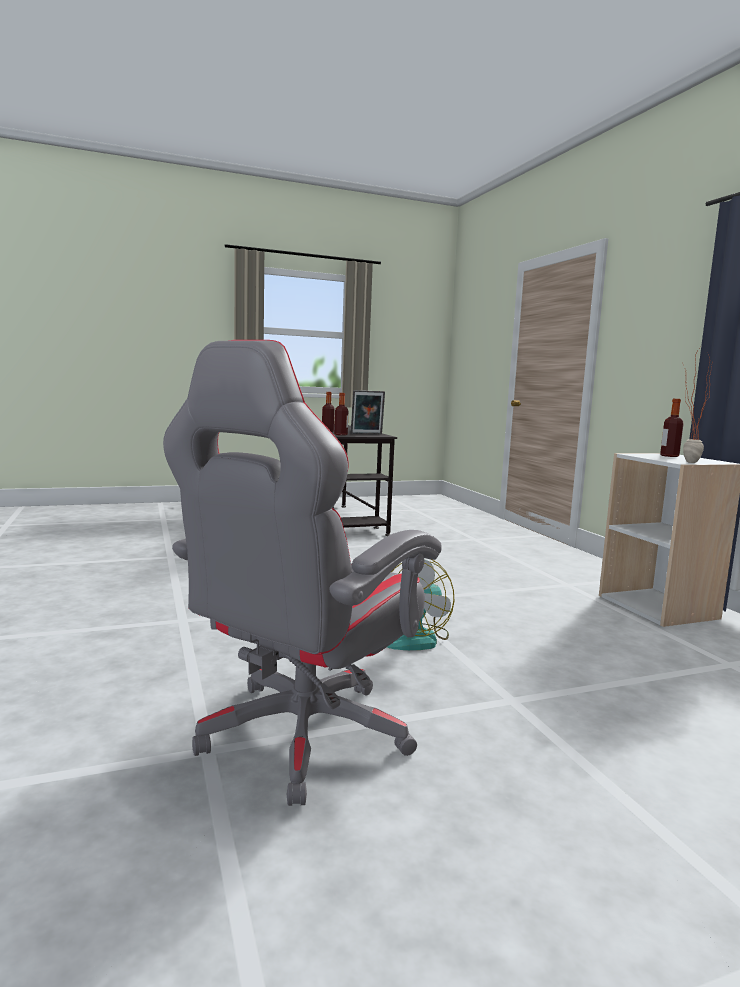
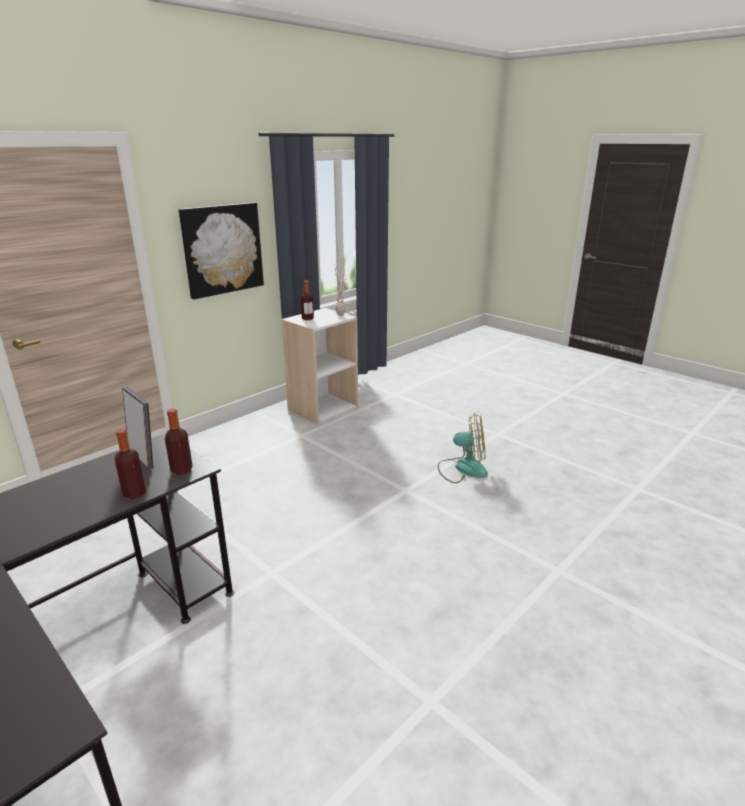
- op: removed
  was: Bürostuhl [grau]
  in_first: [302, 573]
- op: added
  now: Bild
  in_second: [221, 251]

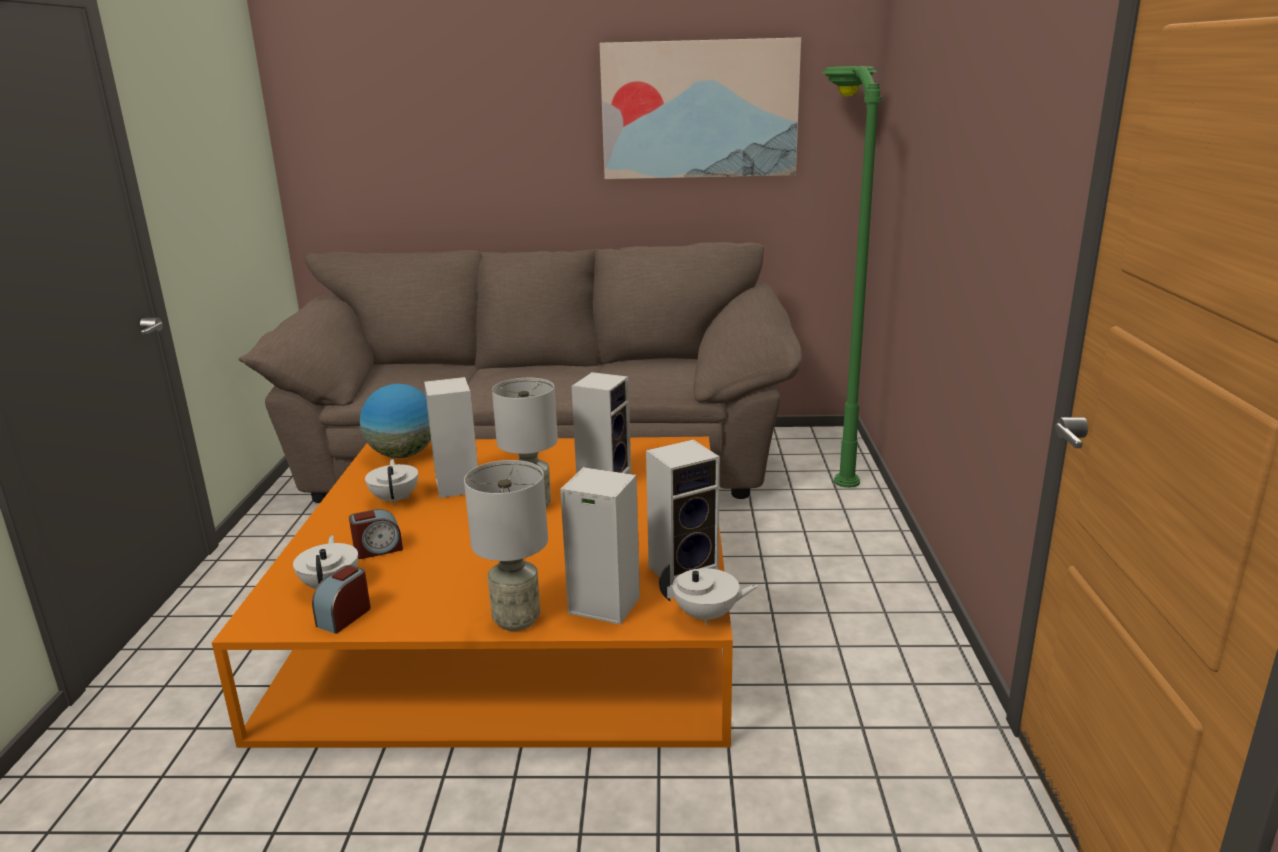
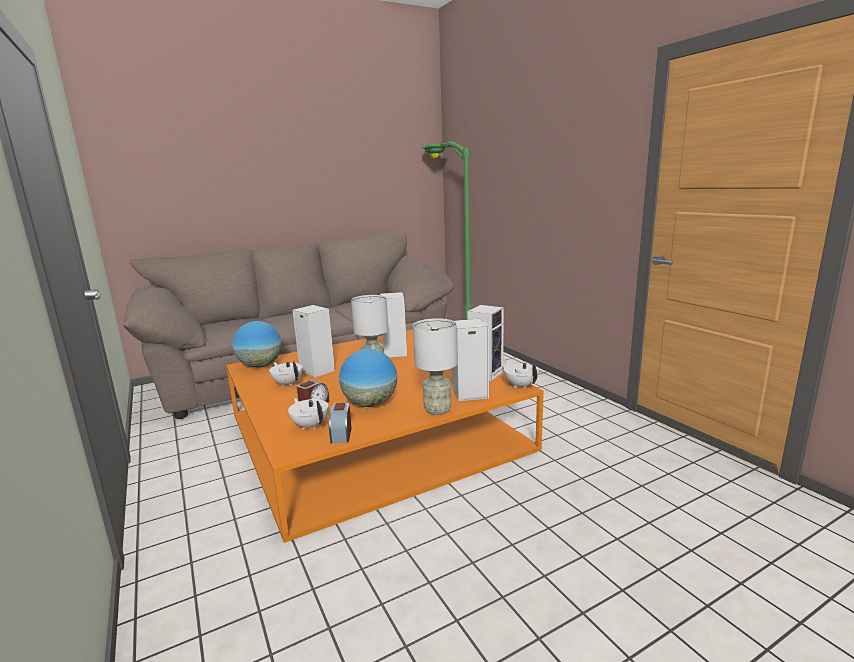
- op: removed
  was: Bild
  in_first: [700, 108]
- op: turned
  was: Teekanne [weiß]
  in_first: [709, 595]
  in_second: [521, 375]
  clockwise: -90
- op: added
  now: Globus
  in_second: [368, 378]

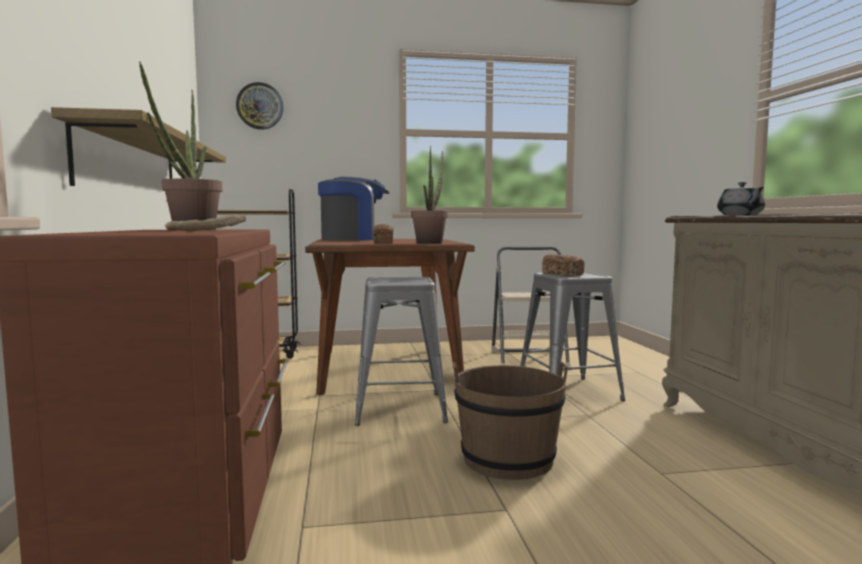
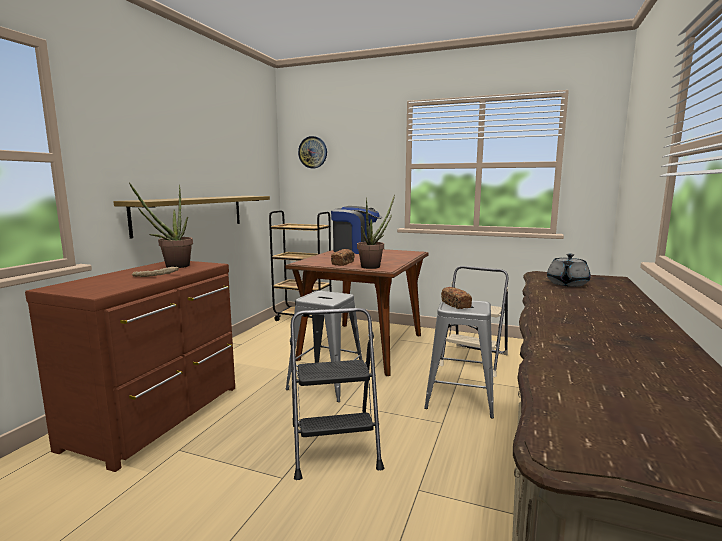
- op: replaced
  was: Eimer [braun]
  now: Trittleiter [schwarz]
  in_first: [510, 421]
  in_second: [337, 394]

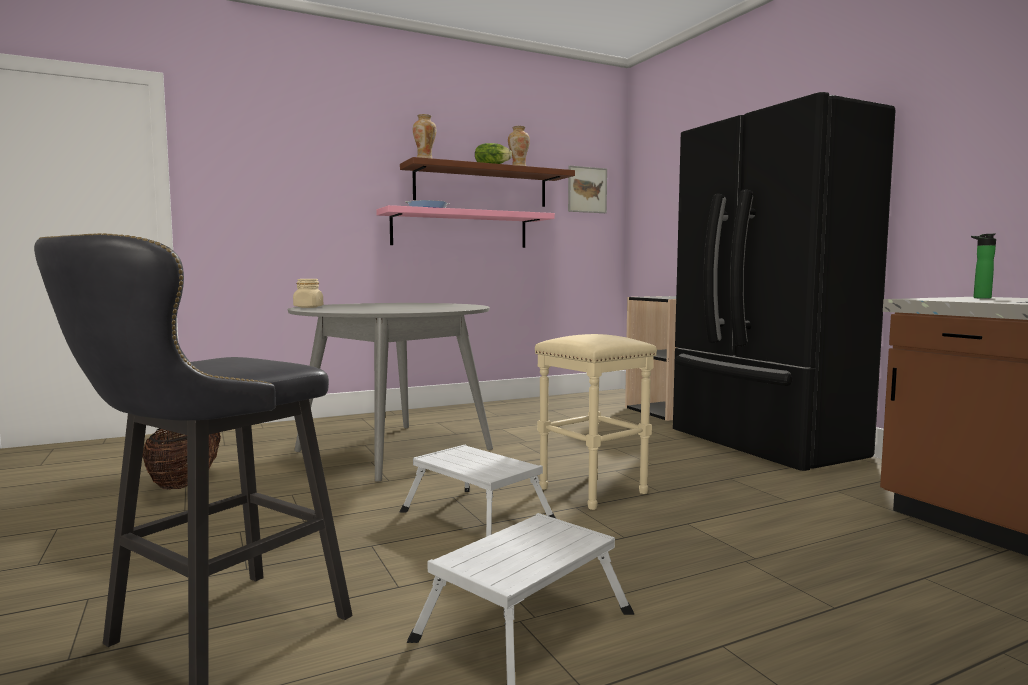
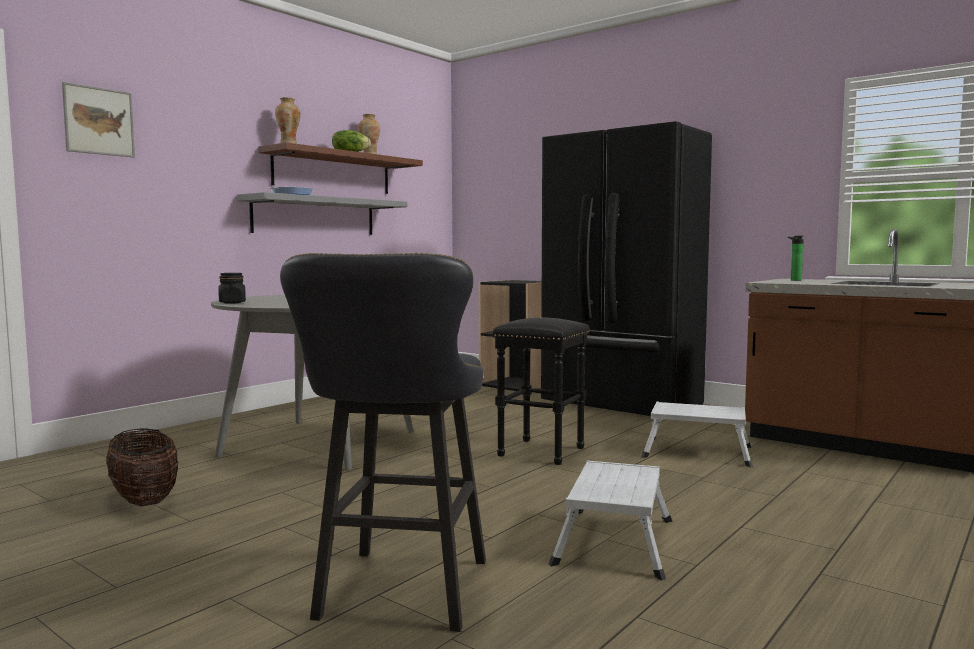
- op: moved
  was: Bild
  in_first: [587, 189]
  in_second: [98, 119]
- op: recoloured
  was: Wandregal [rosa]
  now: Wandregal [grau]
  in_first: [465, 226]
  in_second: [322, 213]
- op: recoloured
  was: Vorratsglas [beige]
  now: Vorratsglas [schwarz]
  in_first: [308, 293]
  in_second: [232, 288]
- op: recoloured
  was: Hocker [beige]
  now: Hocker [schwarz]
  in_first: [596, 422]
  in_second: [541, 391]
- op: moved
  was: Trittleiter [weiß]
  in_first: [478, 491]
  in_second: [697, 434]

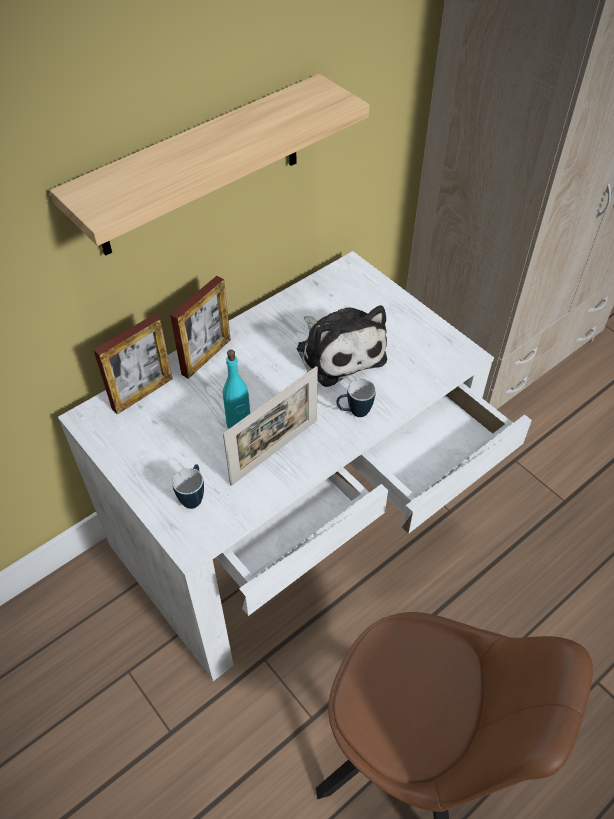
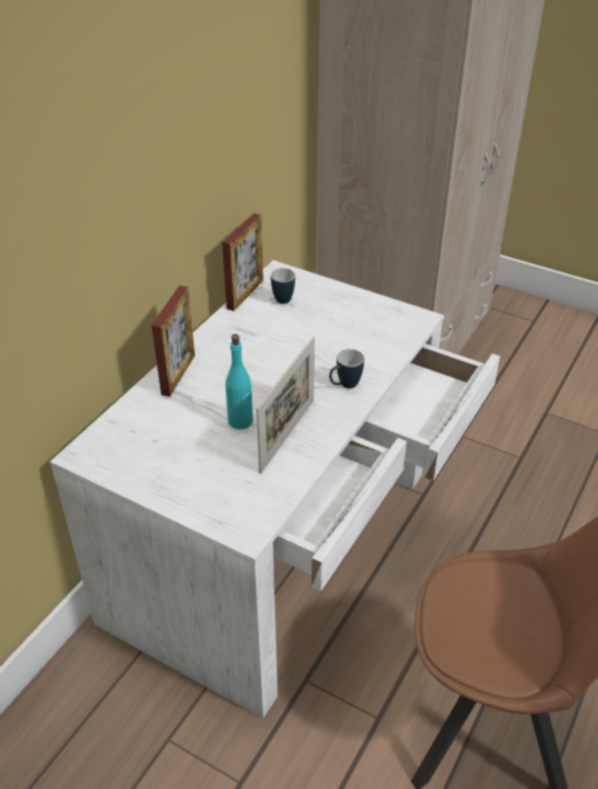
- op: removed
  was: Wandregal
  in_first: [209, 165]
- op: removed
  was: Plüschtier
  in_first: [342, 346]
- op: moved
  was: Bilderrahmen
  in_first: [133, 364]
  in_second: [242, 262]
- op: moved
  was: Henkelbecher
  in_first: [188, 486]
  in_second: [283, 286]

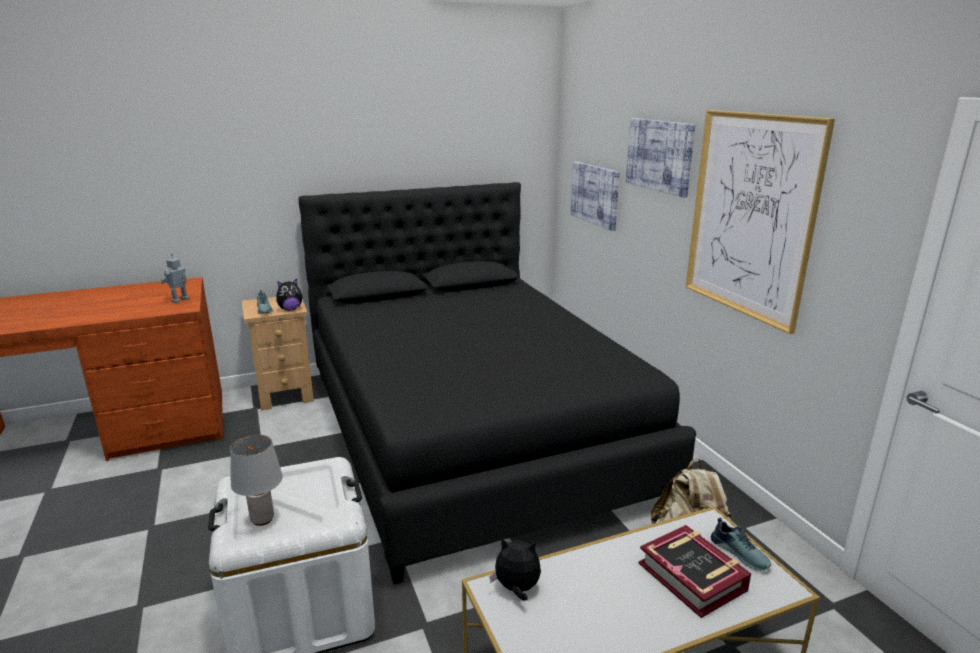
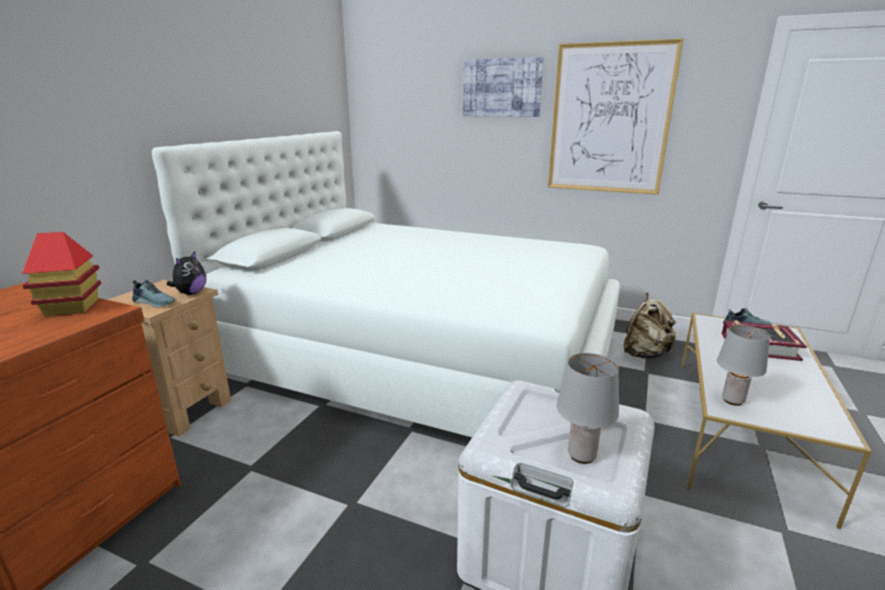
- op: removed
  was: Bild
  in_first: [595, 196]
- op: recoloured
  was: Bett [schwarz]
  now: Bett [weiß]
  in_first: [497, 383]
  in_second: [386, 284]
- op: replaced
  was: Spielzeugroboter
  now: Spielzeughaus
  in_first: [175, 278]
  in_second: [61, 274]
- op: replaced
  was: Plüschtier
  now: Tischlampe [grau]
  in_first: [515, 569]
  in_second: [743, 365]

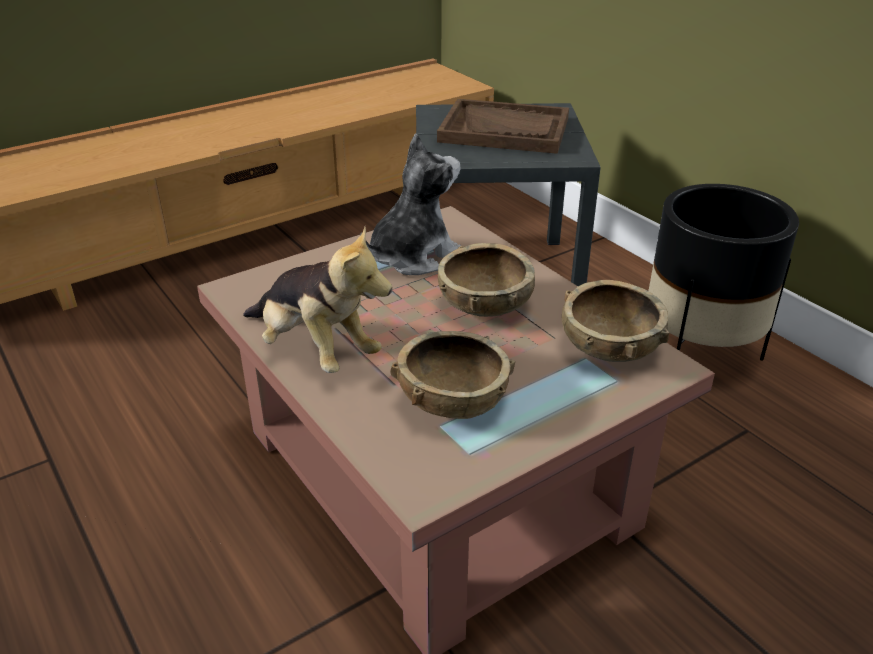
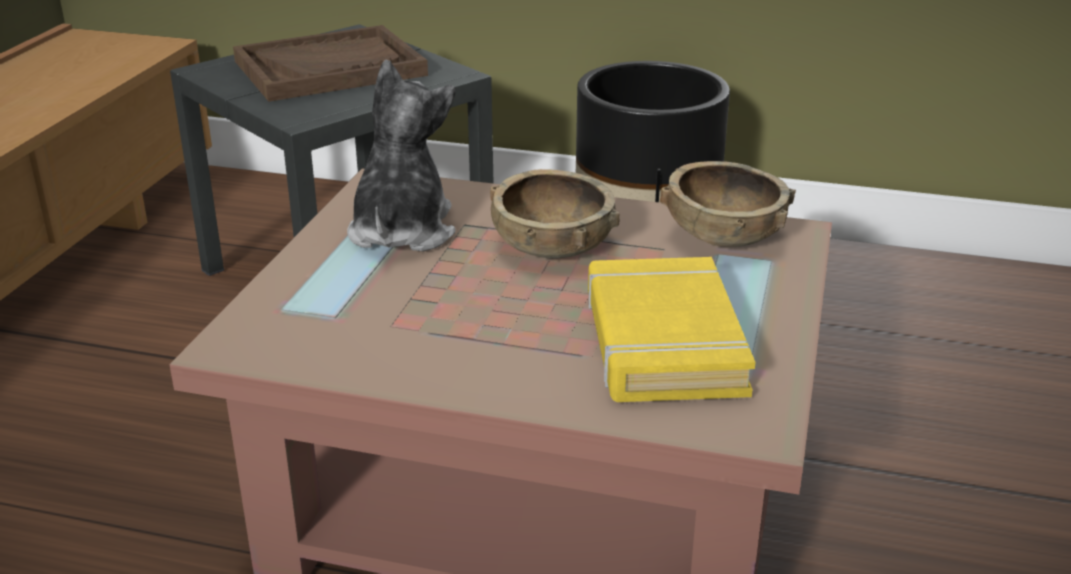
- op: removed
  was: Plüschtier
  in_first: [317, 299]
- op: replaced
  was: Schüssel [braun]
  now: Buch [gelb]
  in_first: [452, 375]
  in_second: [672, 329]

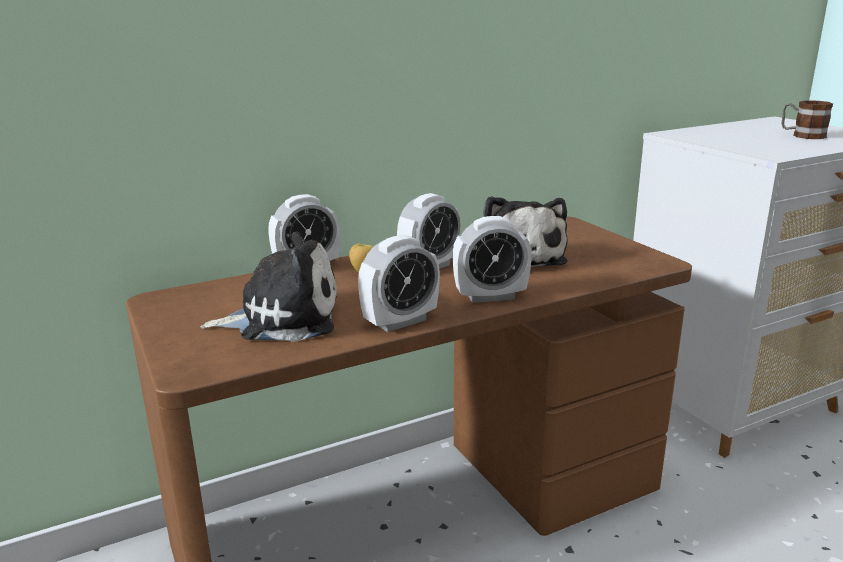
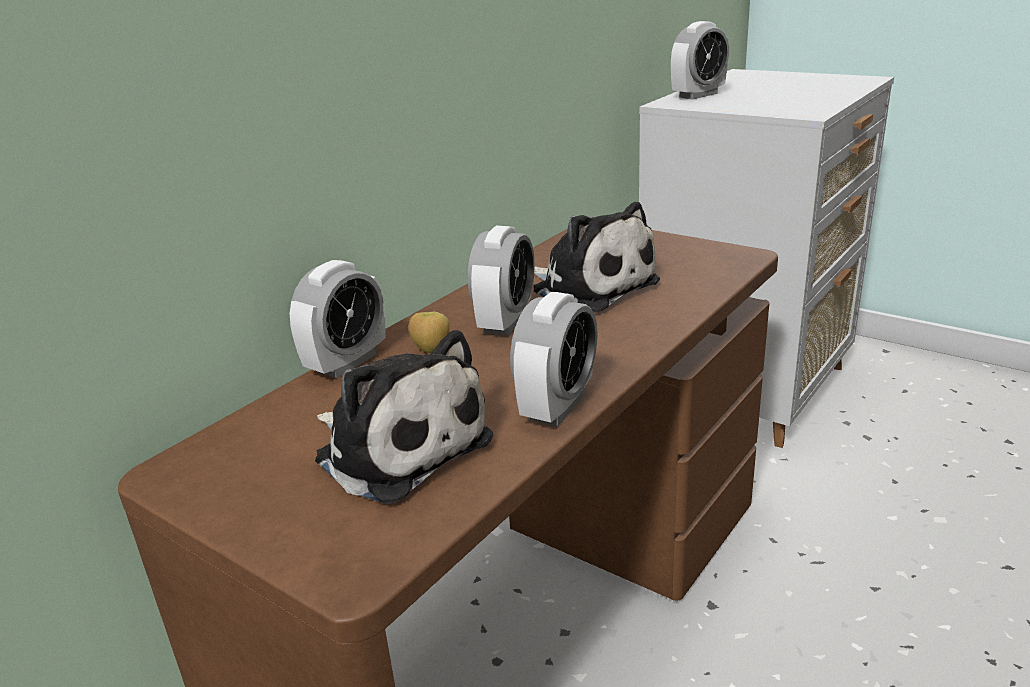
- op: removed
  was: Henkelbecher
  in_first: [807, 119]
- op: moved
  was: Wecker
  in_first: [492, 259]
  in_second: [700, 60]
- op: turned
  was: Plüschtier
  in_first: [268, 286]
  in_second: [404, 417]
  clockwise: 75

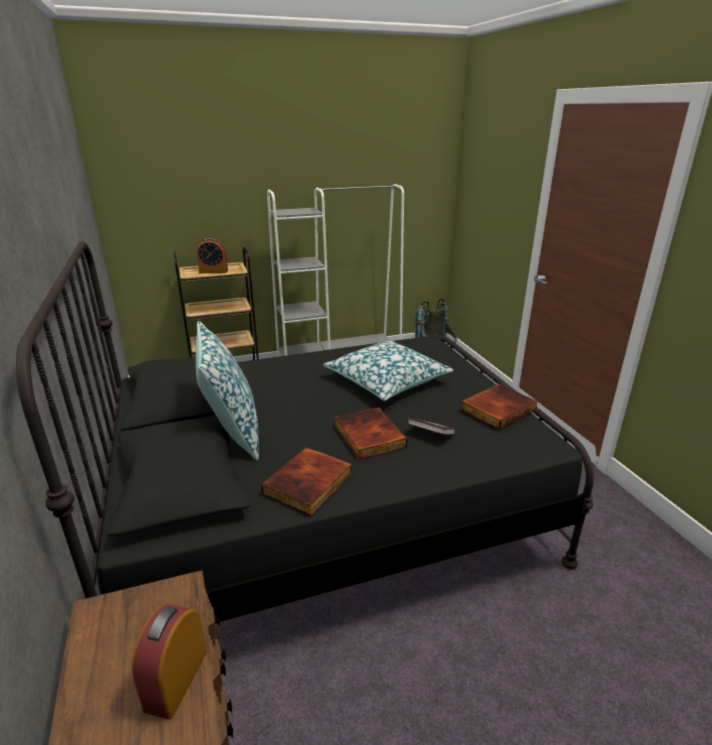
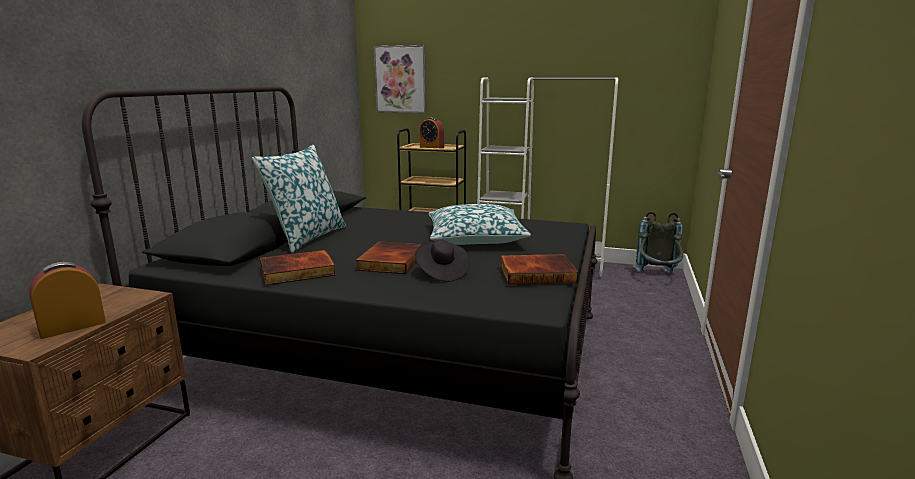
- op: replaced
  was: Buch
  now: Hut [schwarz]
  in_first: [431, 427]
  in_second: [442, 261]
- op: added
  now: Bild
  in_second: [400, 79]

